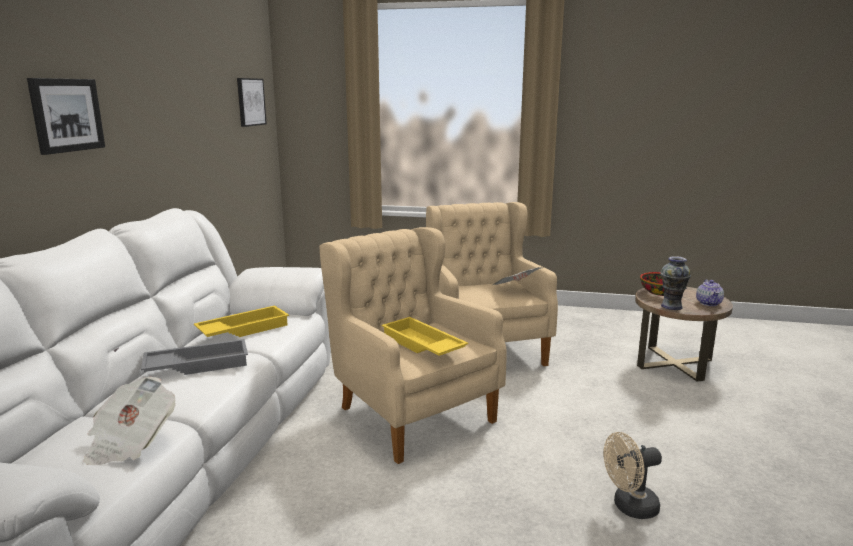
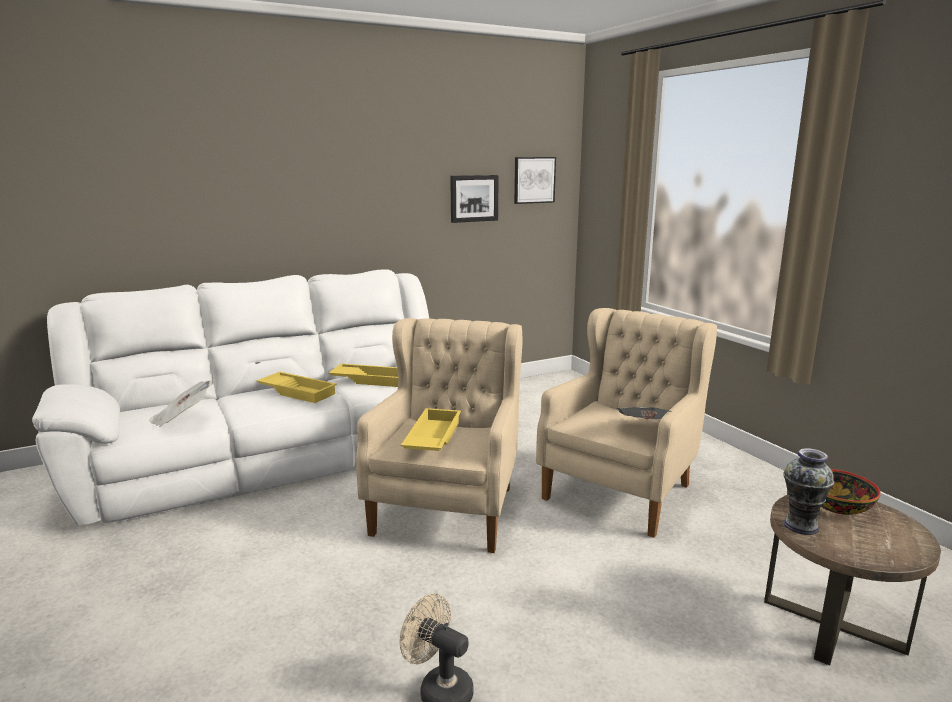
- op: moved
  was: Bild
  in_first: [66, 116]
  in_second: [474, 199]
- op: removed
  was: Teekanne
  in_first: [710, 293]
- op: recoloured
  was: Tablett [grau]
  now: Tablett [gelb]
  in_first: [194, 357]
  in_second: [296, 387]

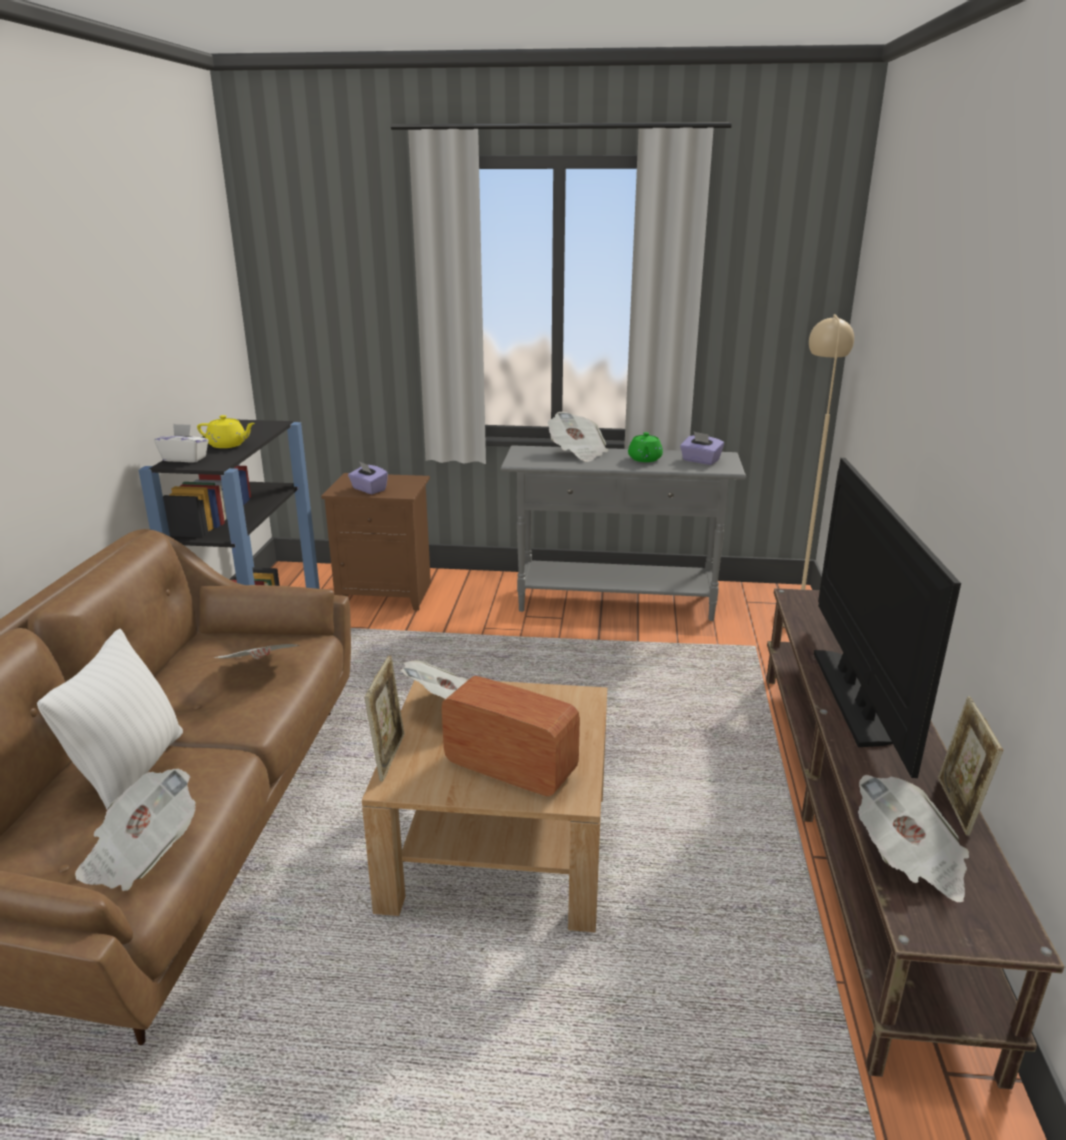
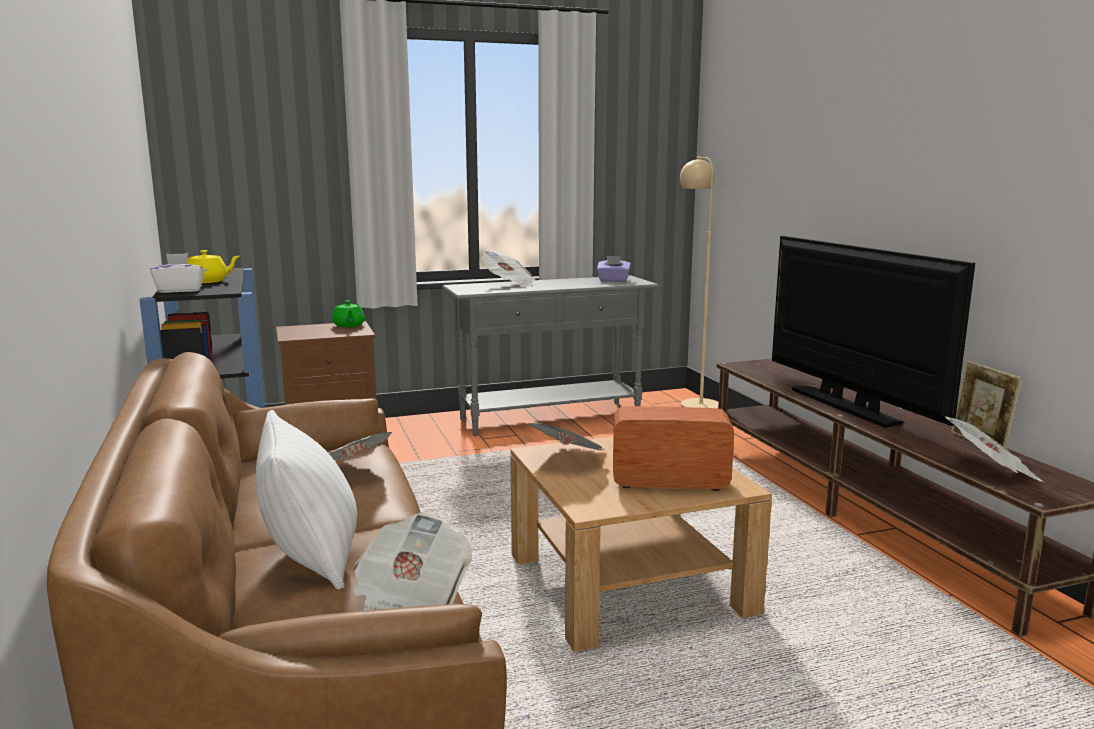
- op: moved
  was: Teekanne [grün]
  in_first: [645, 447]
  in_second: [348, 313]
- op: removed
  was: Taschentuchbox [lila]
  in_first: [368, 477]
- op: removed
  was: Bilderrahmen
  in_first: [384, 718]

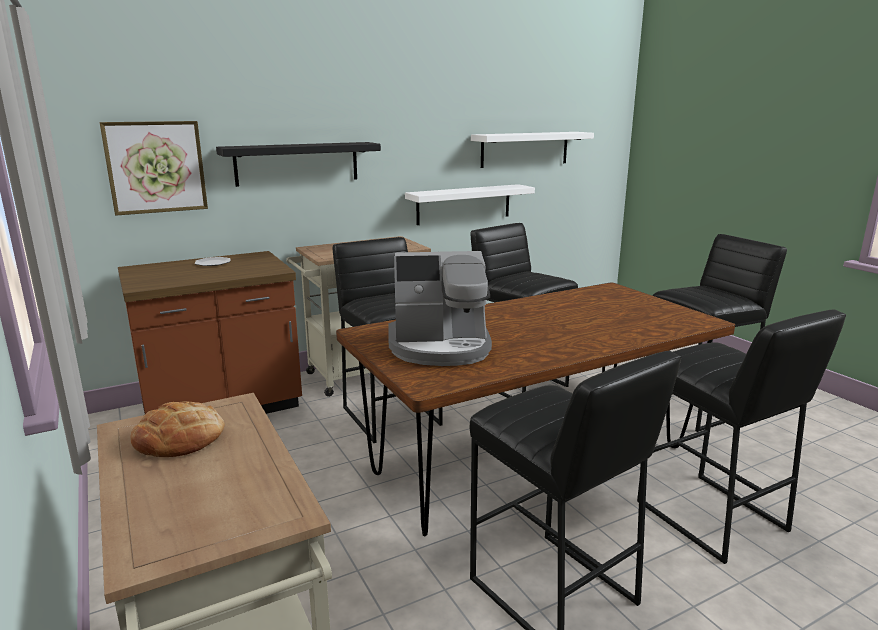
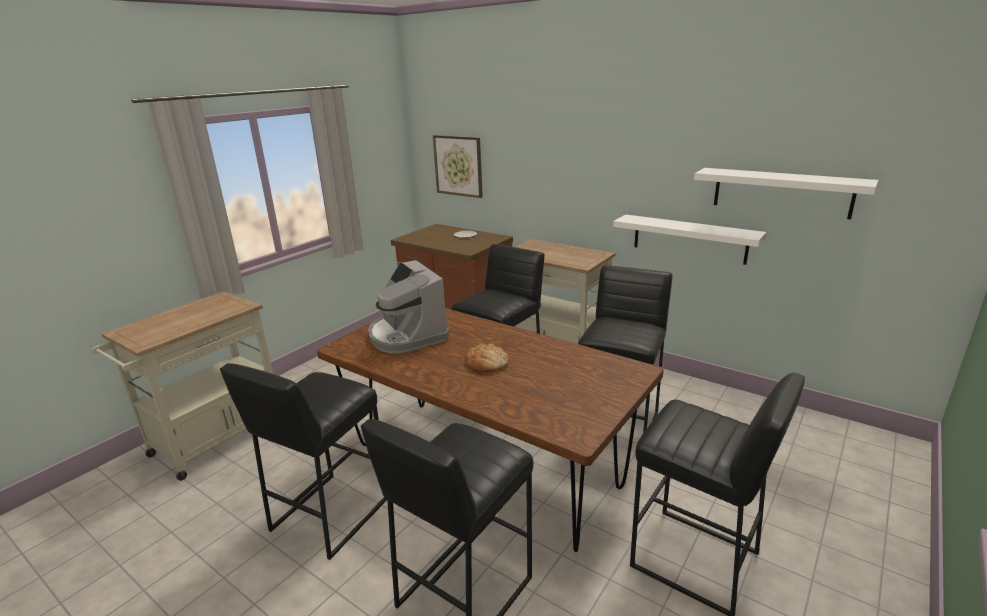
- op: removed
  was: Wandregal [schwarz]
  in_first: [298, 164]
- op: moved
  was: Brot
  in_first: [177, 429]
  in_second: [487, 358]

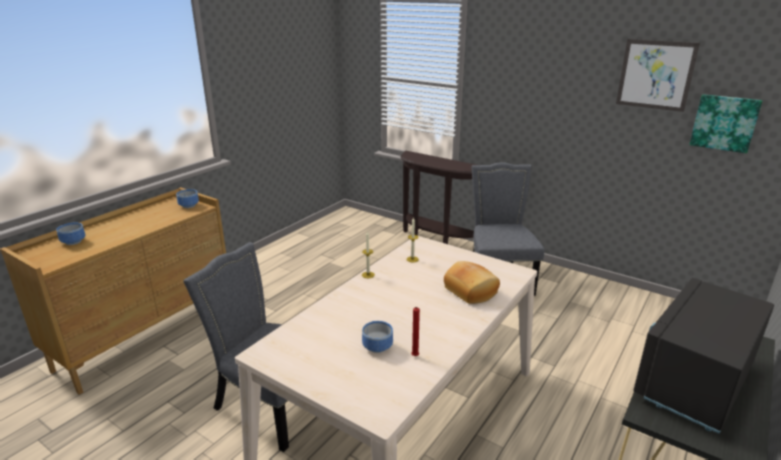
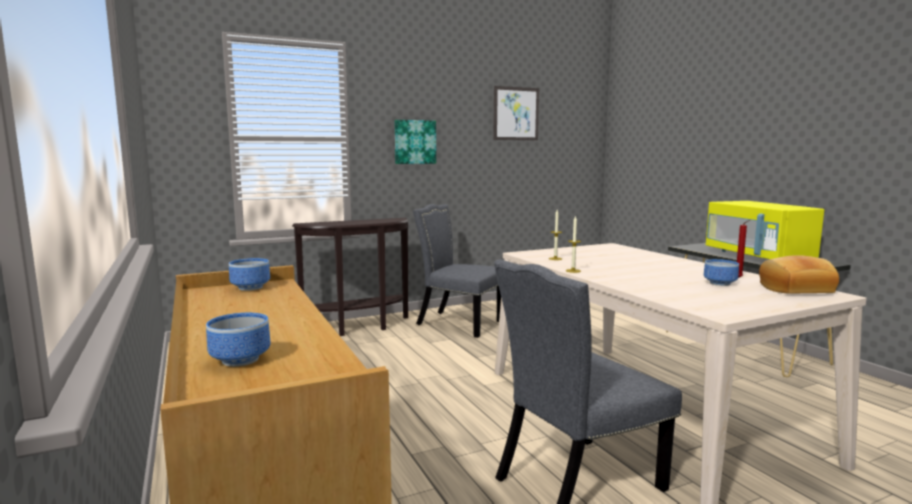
- op: moved
  was: Bild
  in_first: [725, 123]
  in_second: [415, 142]
- op: moved
  was: Brot
  in_first: [472, 282]
  in_second: [799, 274]
- op: recoloured
  was: Mikrowelle [schwarz]
  now: Mikrowelle [gelb]
  in_first: [703, 356]
  in_second: [765, 230]

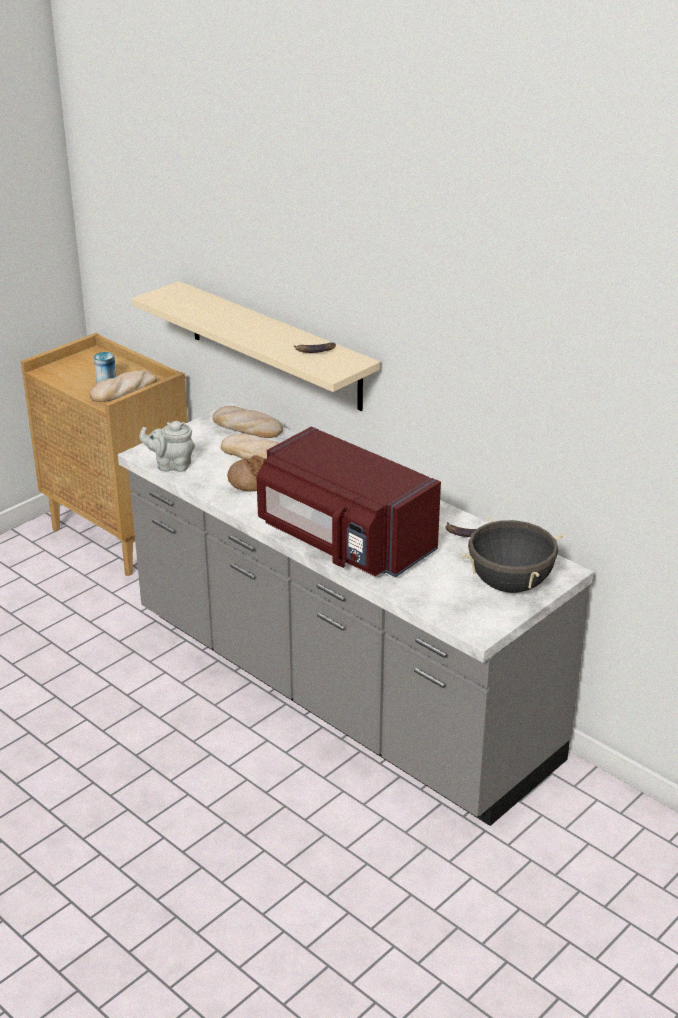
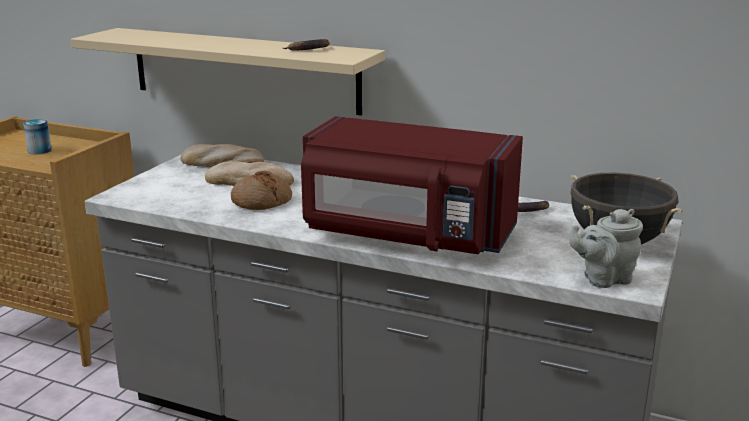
- op: removed
  was: Brot
  in_first: [123, 386]
- op: moved
  was: Teekanne [grau]
  in_first: [167, 446]
  in_second: [606, 248]

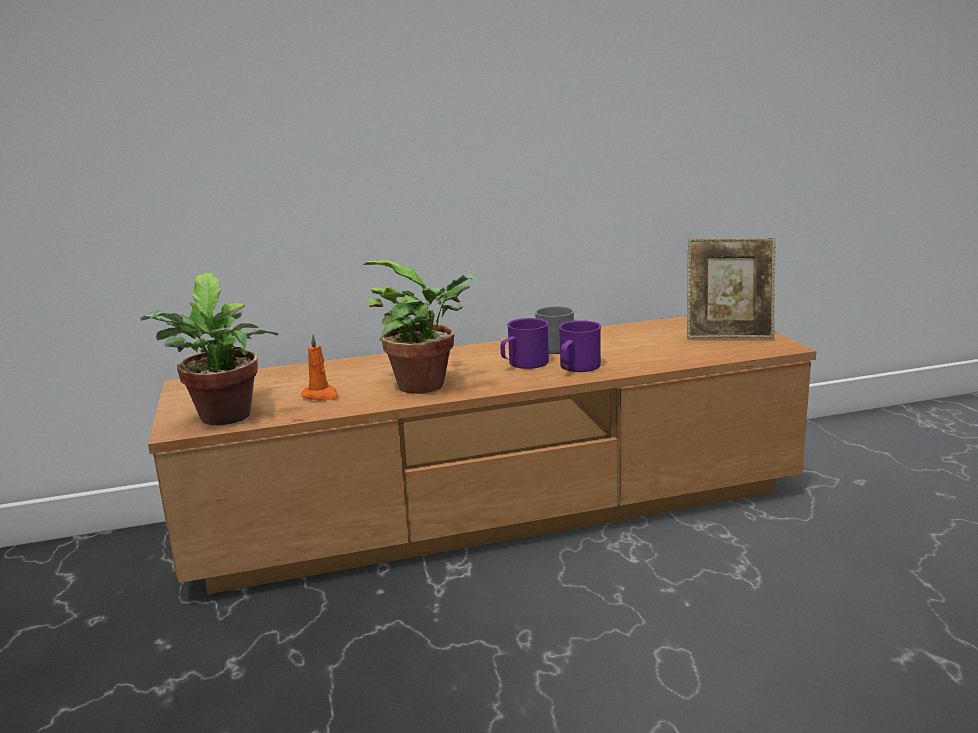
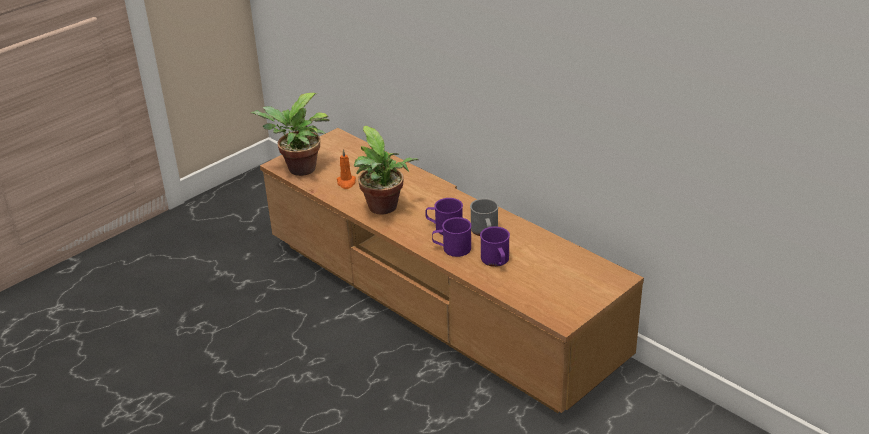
- op: removed
  was: Bilderrahmen
  in_first: [731, 288]
- op: added
  now: Henkelbecher [lila]
  in_second: [495, 246]

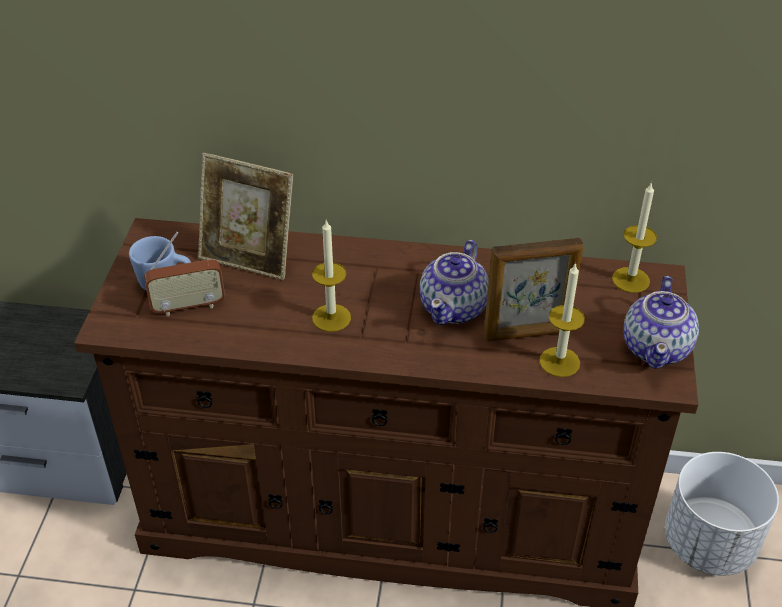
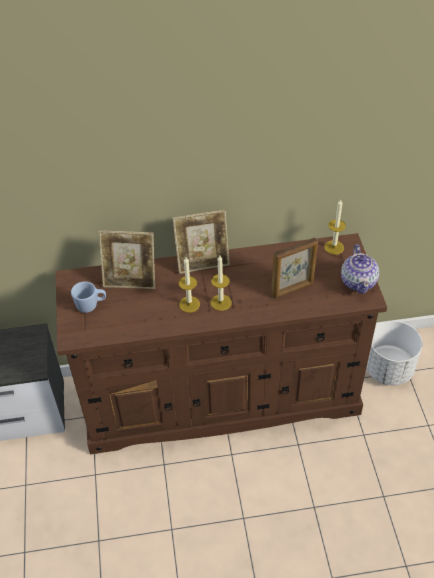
- op: removed
  was: Radio
  in_first: [184, 274]
- op: removed
  was: Teekanne
  in_first: [454, 282]
- op: moved
  was: Kerze
  in_first: [562, 319]
  in_second: [221, 283]
- op: added
  now: Bilderrahmen
  in_second: [201, 242]

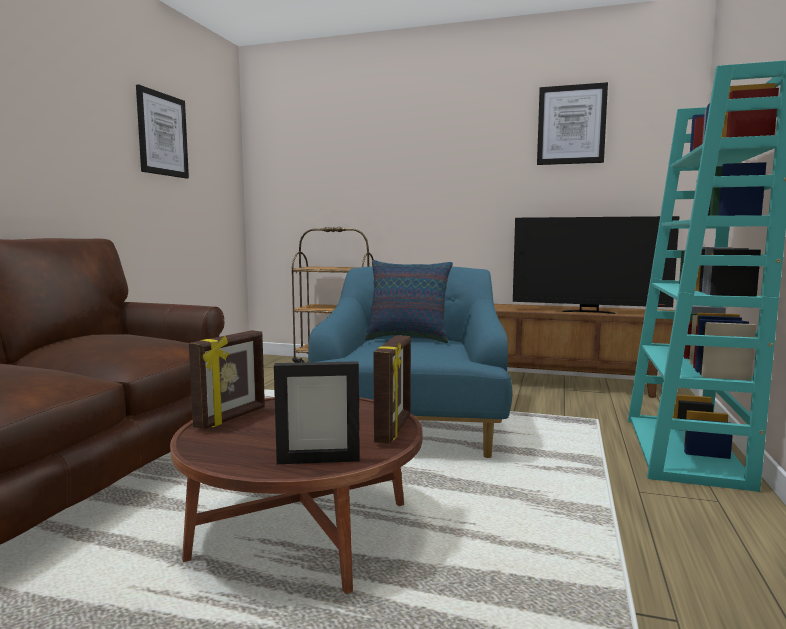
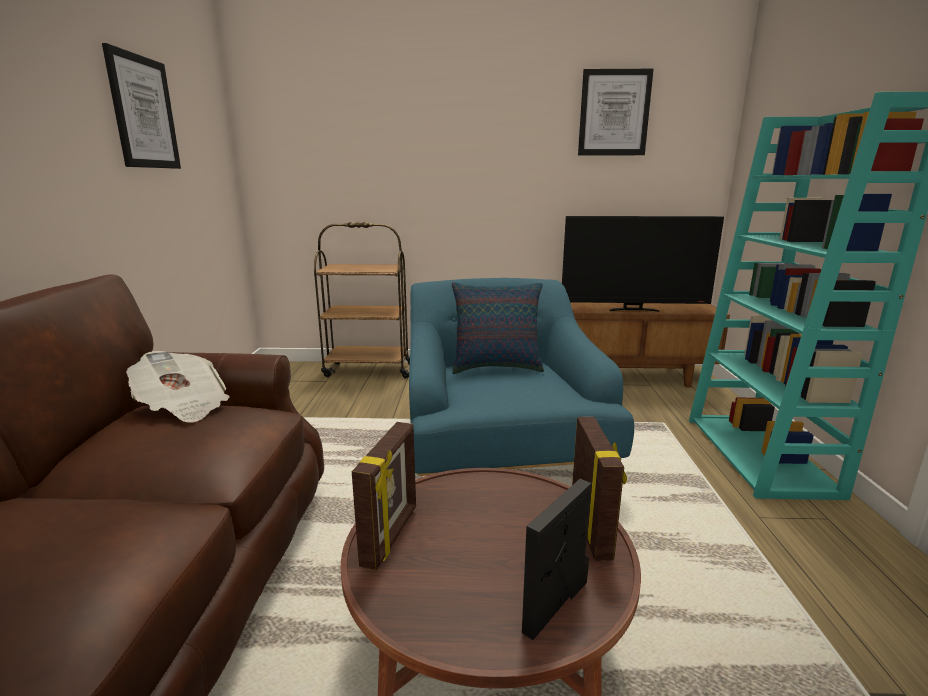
- op: turned
  was: Bilderrahmen
  in_first: [317, 412]
  in_second: [557, 559]
  clockwise: 150
- op: added
  now: Zeitung
  in_second: [178, 386]

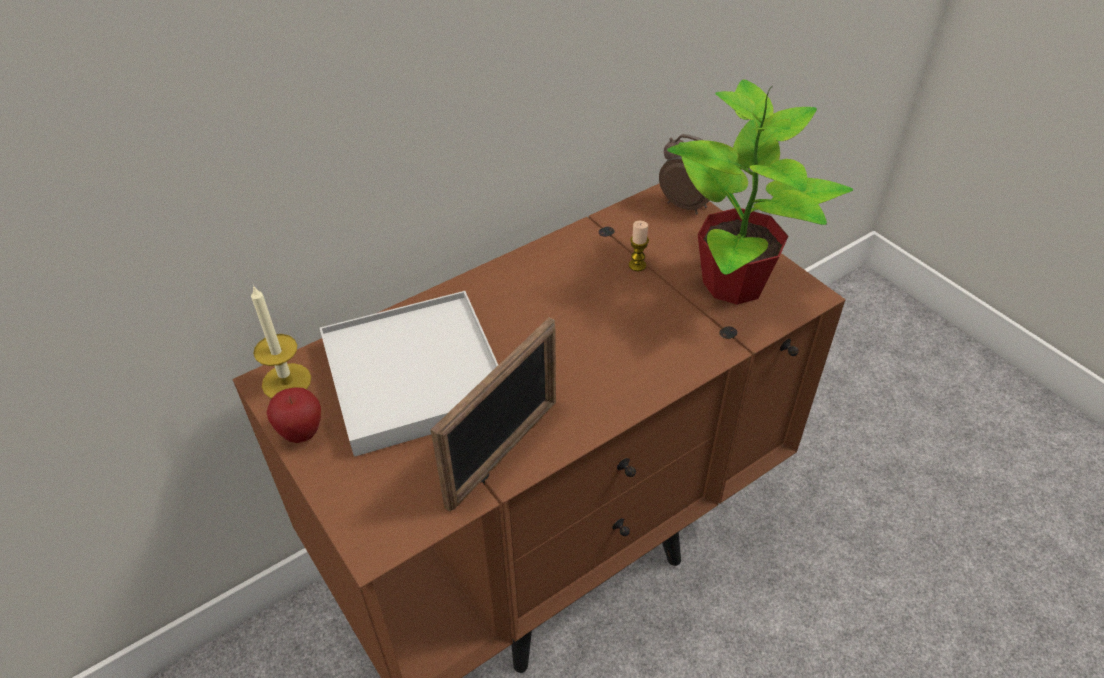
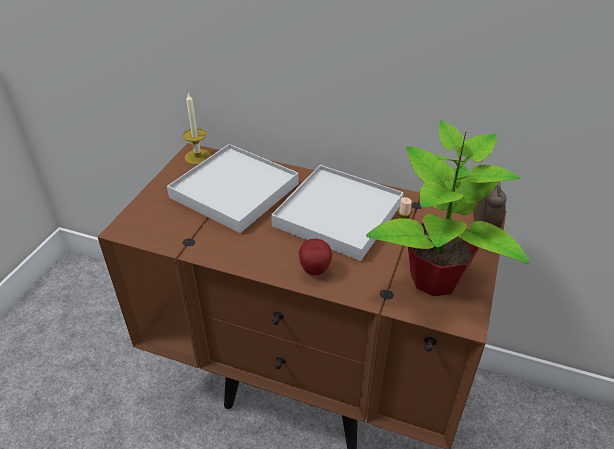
- op: removed
  was: Bilderrahmen
  in_first: [493, 415]
- op: moved
  was: Apfel
  in_first: [294, 415]
  in_second: [315, 256]
- op: added
  now: Tablett [weiß]
  in_second: [337, 213]

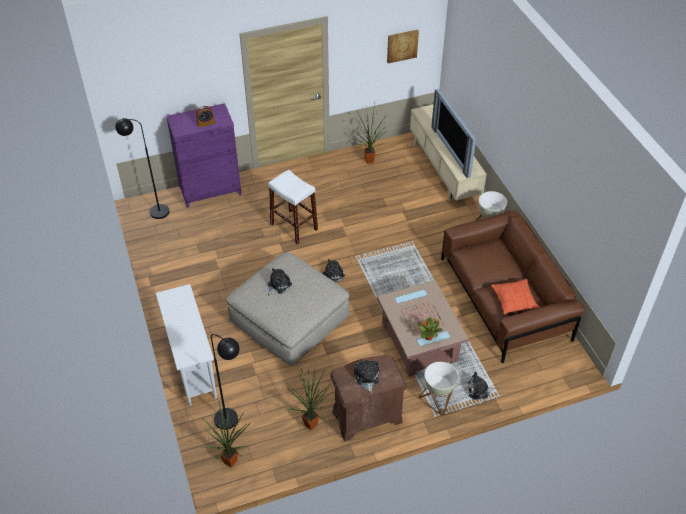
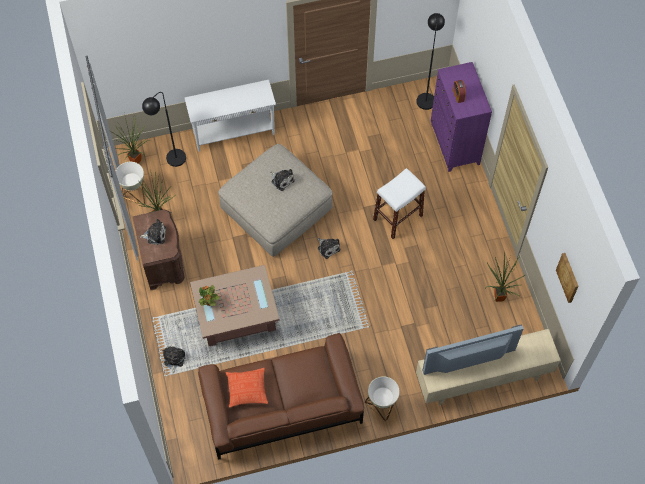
- op: moved
  was: Pflanzkübel
  in_first: [438, 389]
  in_second: [130, 183]

